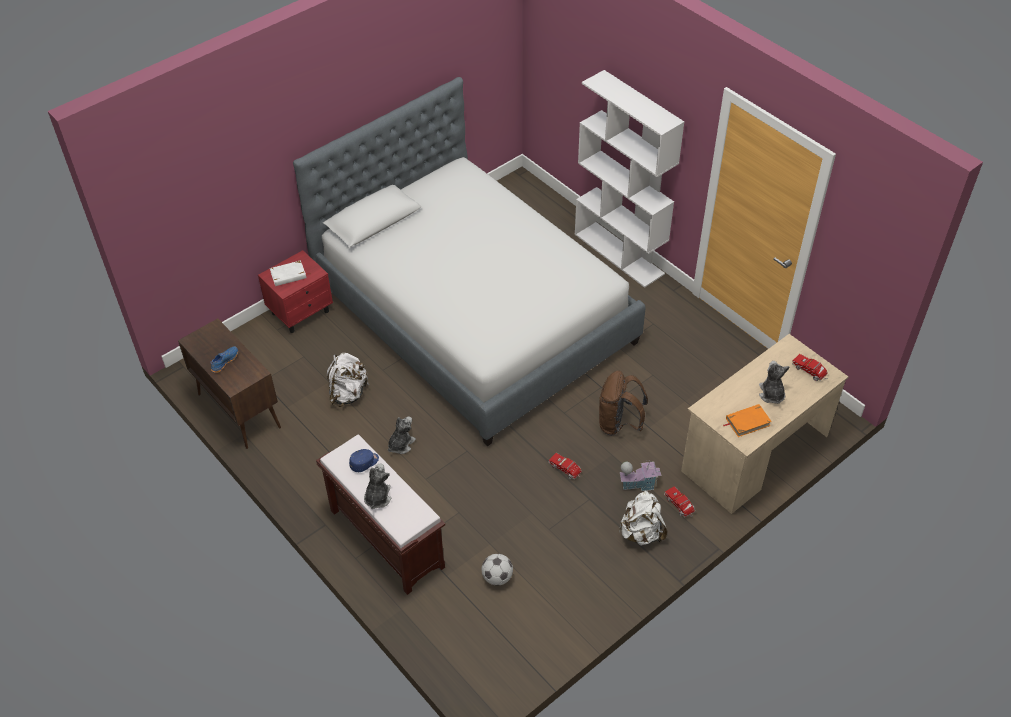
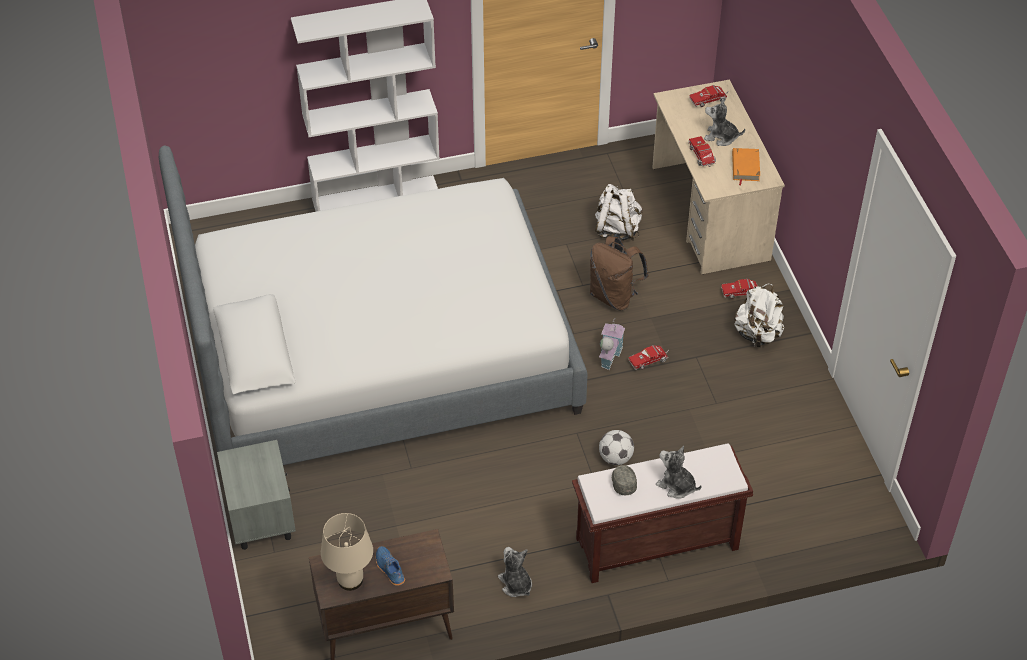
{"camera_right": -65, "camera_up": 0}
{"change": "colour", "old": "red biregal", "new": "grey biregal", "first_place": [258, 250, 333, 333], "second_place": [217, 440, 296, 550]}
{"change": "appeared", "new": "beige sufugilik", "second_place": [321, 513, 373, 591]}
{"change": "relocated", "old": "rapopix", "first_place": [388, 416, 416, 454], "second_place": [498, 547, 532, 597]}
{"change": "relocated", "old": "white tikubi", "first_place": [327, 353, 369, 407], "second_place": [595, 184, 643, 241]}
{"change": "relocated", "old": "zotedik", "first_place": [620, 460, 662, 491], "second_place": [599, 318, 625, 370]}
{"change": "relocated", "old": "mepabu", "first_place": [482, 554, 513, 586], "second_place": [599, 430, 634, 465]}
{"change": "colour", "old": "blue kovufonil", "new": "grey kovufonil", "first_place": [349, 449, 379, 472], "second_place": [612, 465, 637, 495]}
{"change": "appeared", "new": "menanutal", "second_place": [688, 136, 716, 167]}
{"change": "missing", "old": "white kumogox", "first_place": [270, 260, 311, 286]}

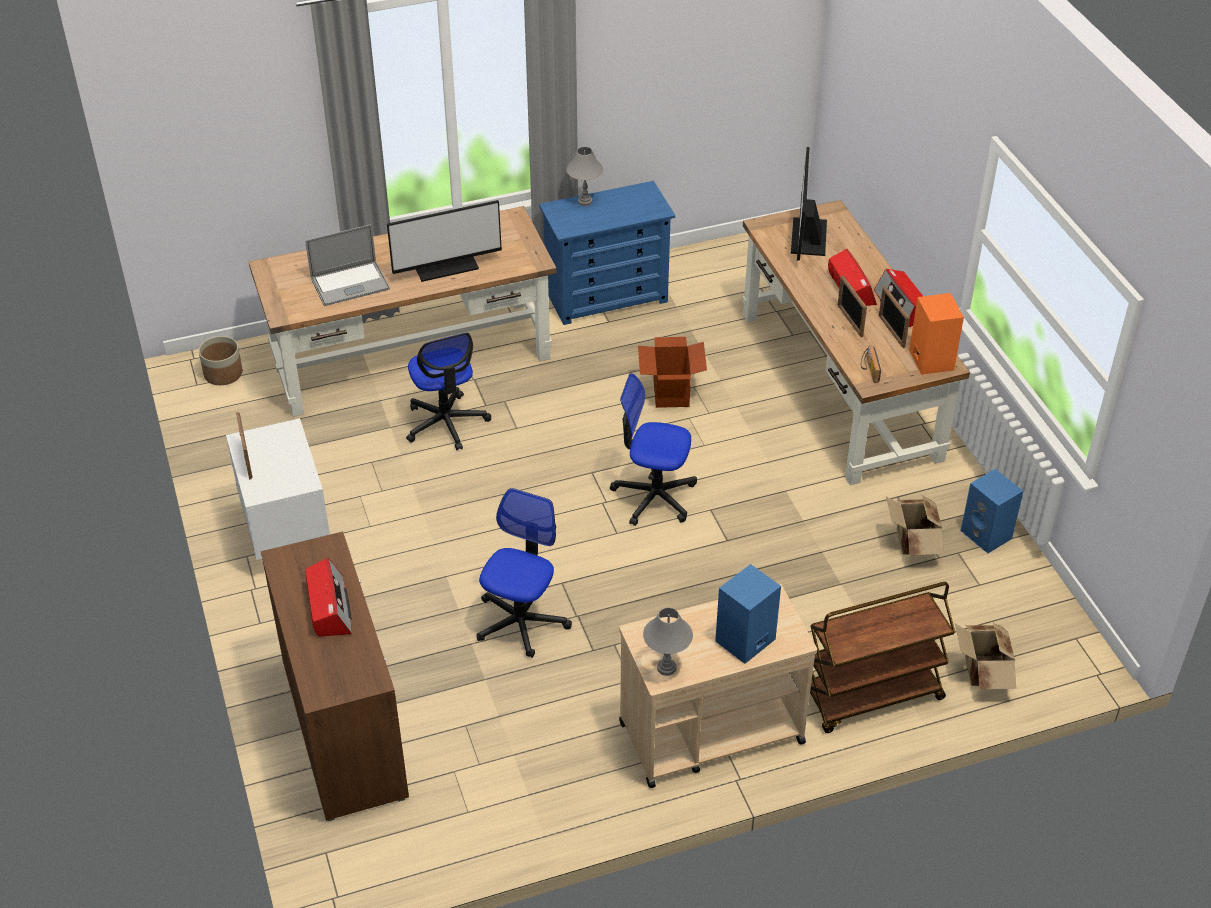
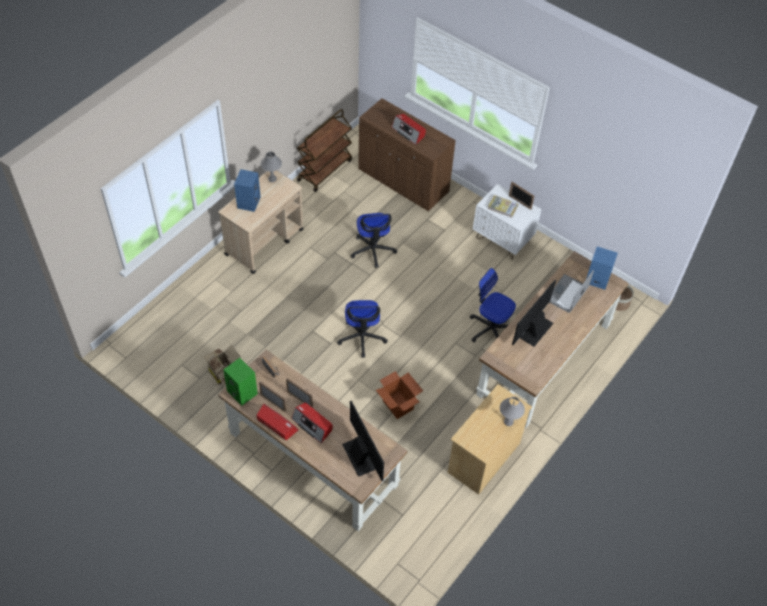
{"camera_right": 145, "camera_up": 10}
{"change": "colour", "old": "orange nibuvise", "new": "green nibuvise", "first_place": [909, 293, 964, 375], "second_place": [223, 358, 258, 406]}
{"change": "relocated", "old": "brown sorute", "first_place": [810, 582, 956, 733], "second_place": [297, 109, 352, 192]}
{"change": "spun", "old": "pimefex", "first_place": [610, 373, 697, 526], "second_place": [337, 300, 388, 358], "degrees": 105}
{"change": "colour", "old": "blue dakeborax", "new": "beige dakeborax", "first_place": [539, 181, 675, 325], "second_place": [447, 384, 532, 495]}
{"change": "appeared", "new": "kumogox", "second_place": [488, 195, 518, 218]}
{"change": "relocated", "old": "blue nibuvise", "first_place": [961, 469, 1023, 553], "second_place": [586, 246, 618, 290]}
{"change": "missing", "old": "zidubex", "first_place": [955, 623, 1016, 689]}

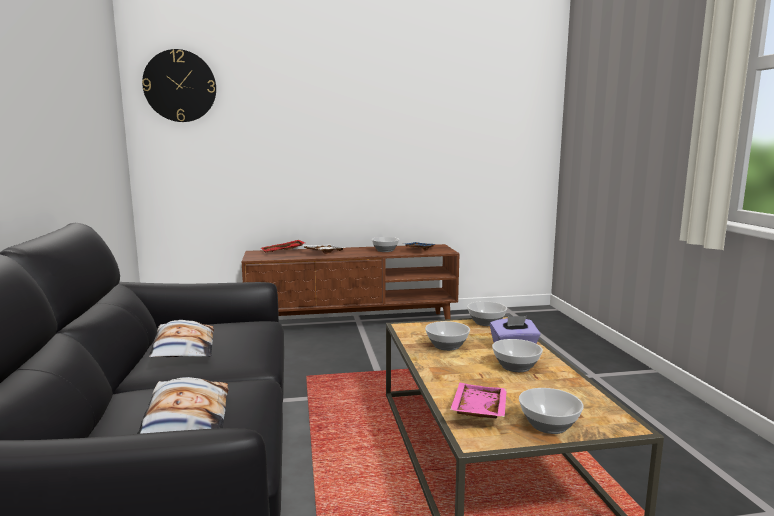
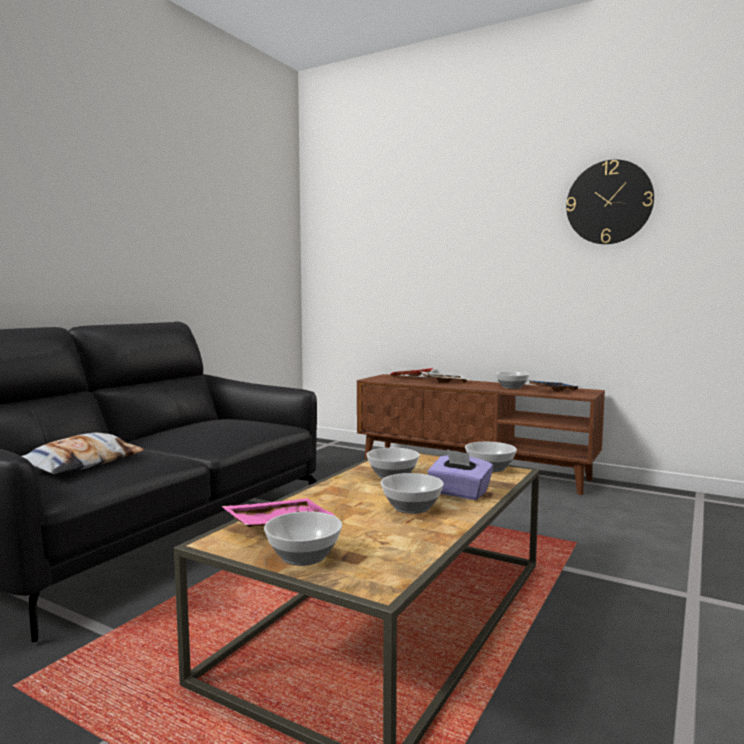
{"camera_right": 40, "camera_up": -5}
{"change": "relocated", "old": "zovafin", "first_place": [142, 49, 216, 122], "second_place": [566, 159, 654, 244]}
{"change": "missing", "old": "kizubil", "first_place": [149, 320, 214, 357]}

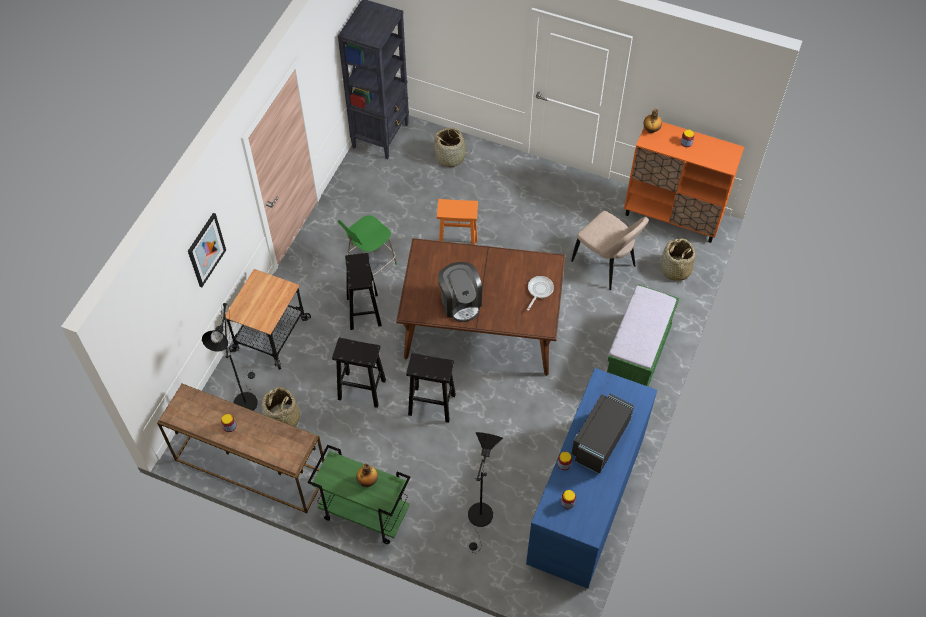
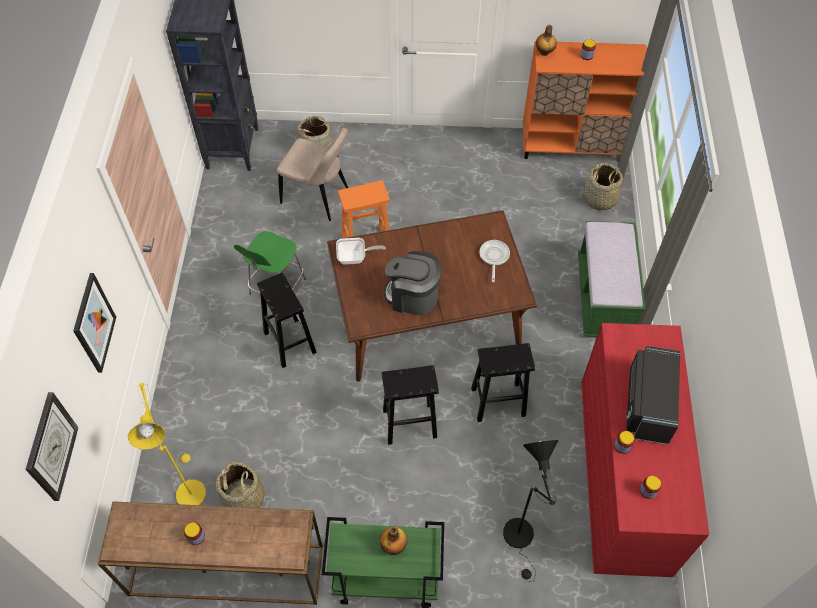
{"camera_right": -20, "camera_up": 0}
{"change": "appeared", "new": "zovafin", "second_place": [26, 392, 79, 501]}
{"change": "colour", "old": "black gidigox", "new": "yellow gidigox", "first_place": [202, 303, 258, 411], "second_place": [128, 383, 206, 505]}
{"change": "relocated", "old": "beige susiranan", "first_place": [571, 211, 649, 290], "second_place": [277, 128, 348, 221]}
{"change": "appeared", "new": "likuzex", "second_place": [336, 238, 386, 265]}
{"change": "spun", "old": "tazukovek", "first_place": [438, 262, 482, 322], "second_place": [384, 251, 441, 315], "degrees": 150}
{"change": "relocated", "old": "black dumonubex", "first_place": [332, 338, 386, 408], "second_place": [471, 343, 535, 422]}
{"change": "colour", "old": "blue dakeborax", "new": "red dakeborax", "first_place": [526, 368, 657, 589], "second_place": [581, 323, 709, 577]}
{"change": "missing", "old": "sorute", "first_place": [225, 269, 311, 370]}

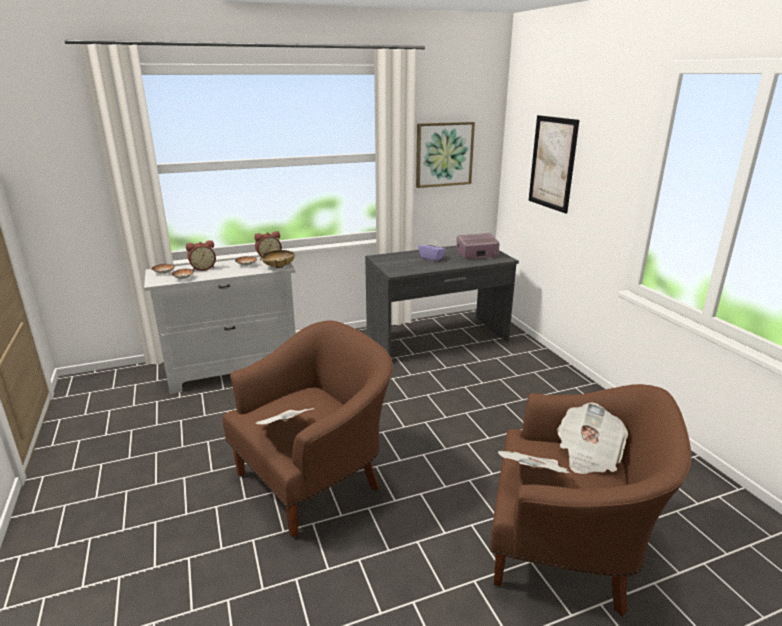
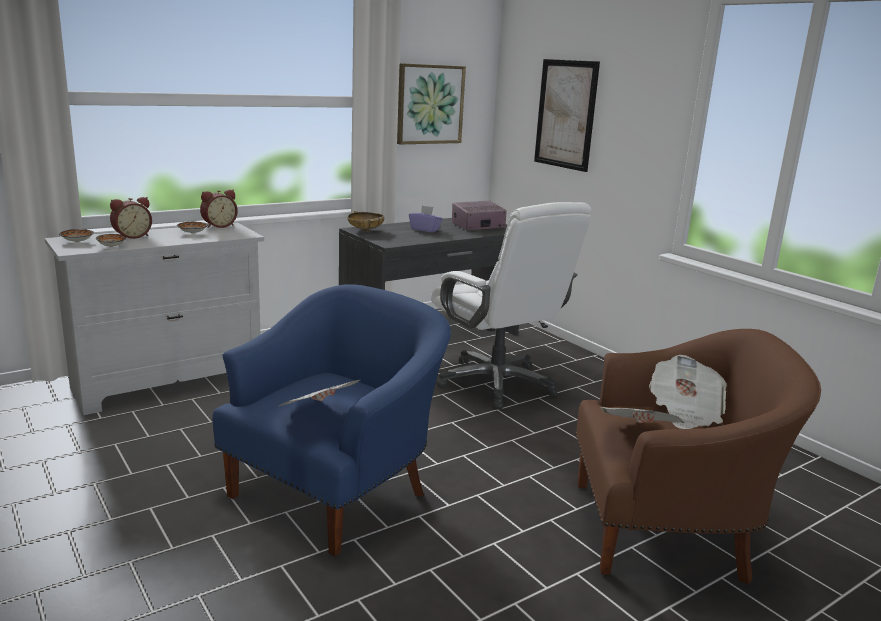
{"camera_right": -15, "camera_up": -5}
{"change": "colour", "old": "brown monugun", "new": "blue monugun", "first_place": [223, 321, 393, 537], "second_place": [212, 284, 451, 556]}
{"change": "relocated", "old": "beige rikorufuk", "first_place": [261, 249, 295, 268], "second_place": [347, 211, 384, 232]}
{"change": "appeared", "new": "white pimefex", "second_place": [431, 202, 591, 410]}

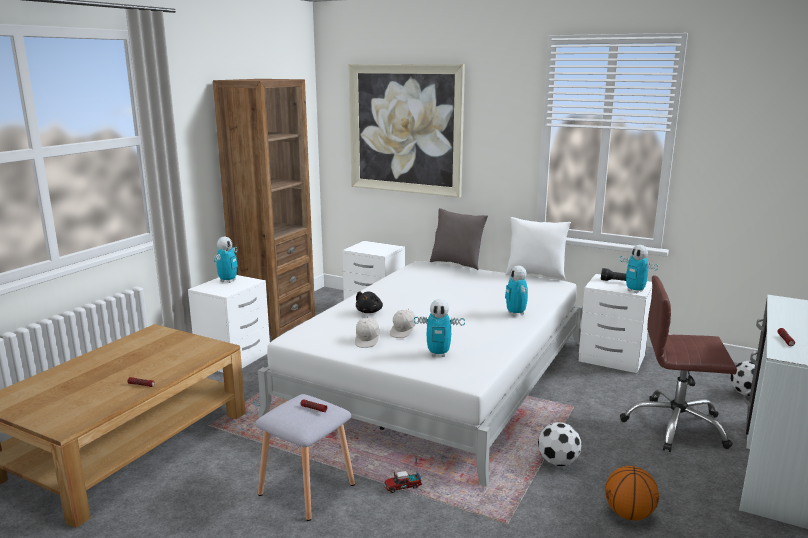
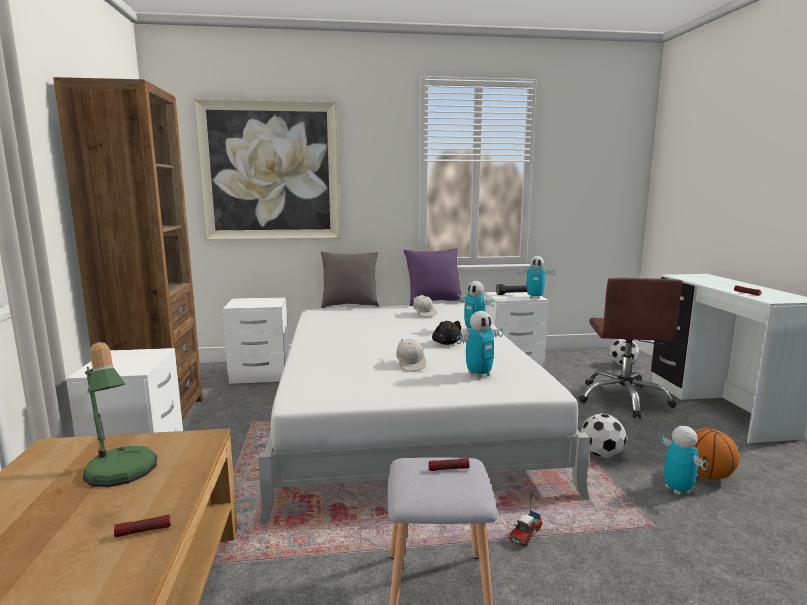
{"camera_right": -35, "camera_up": -5}
{"change": "appeared", "new": "sufugilik", "second_place": [83, 342, 157, 487]}
{"change": "colour", "old": "white kizubil", "new": "purple kizubil", "first_place": [505, 217, 571, 280], "second_place": [403, 248, 464, 306]}
{"change": "relocated", "old": "white kovufonil", "first_place": [355, 316, 380, 348], "second_place": [412, 295, 437, 317]}
{"change": "relocated", "old": "black rapopix", "first_place": [356, 291, 383, 313], "second_place": [432, 321, 462, 345]}
{"change": "spun", "old": "brown pimefex", "first_place": [620, 275, 737, 452], "second_place": [579, 278, 683, 419], "degrees": -60}
{"change": "relocated", "old": "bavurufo", "first_place": [214, 237, 238, 283], "second_place": [660, 426, 708, 495]}

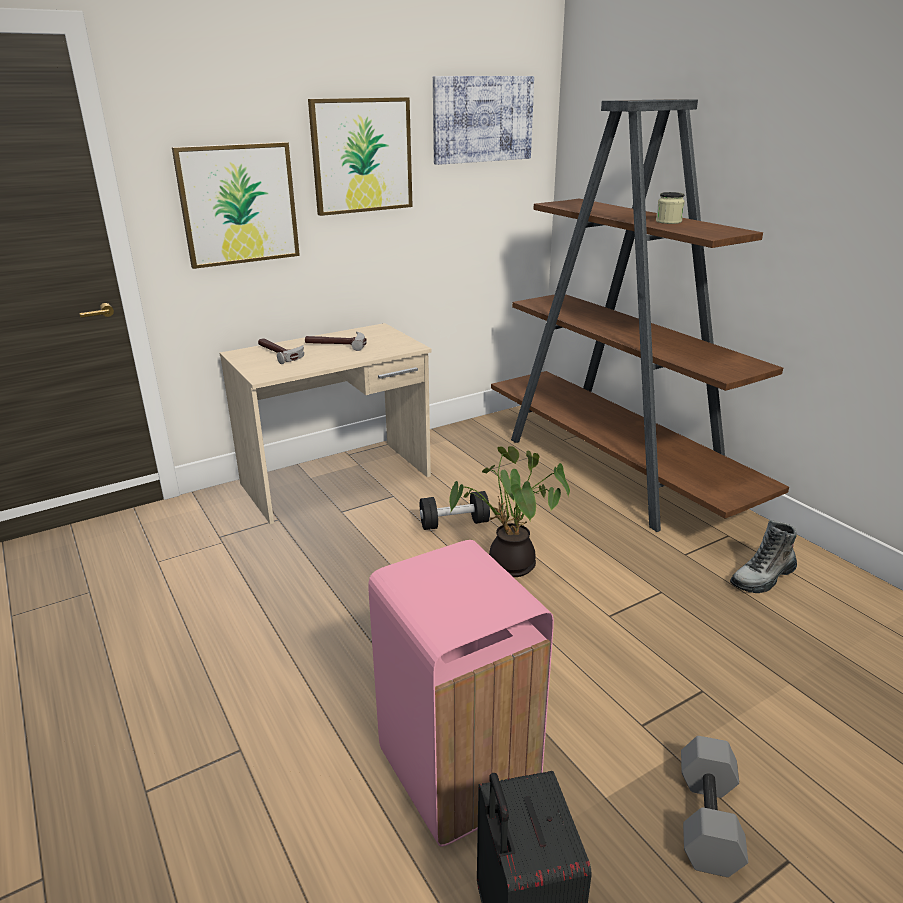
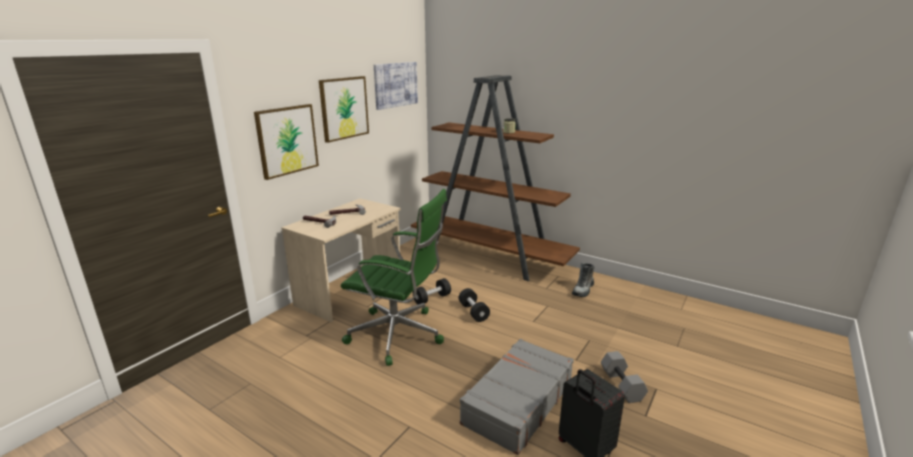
{"camera_right": -25, "camera_up": -5}
{"change": "appeared", "new": "green pimefex", "second_place": [341, 189, 447, 366]}
{"change": "exchanged", "old": "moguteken", "new": "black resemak", "first_place": [449, 446, 570, 577], "second_place": [459, 288, 490, 322]}
{"change": "exchanged", "old": "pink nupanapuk", "new": "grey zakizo", "first_place": [369, 540, 554, 847], "second_place": [460, 339, 574, 455]}

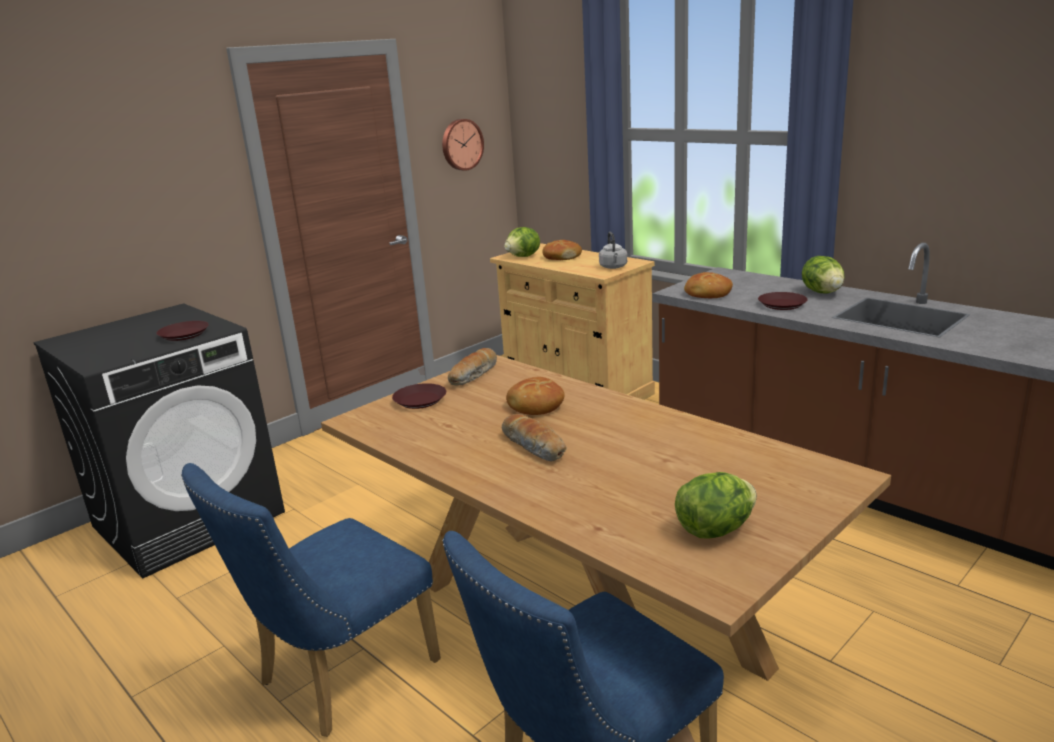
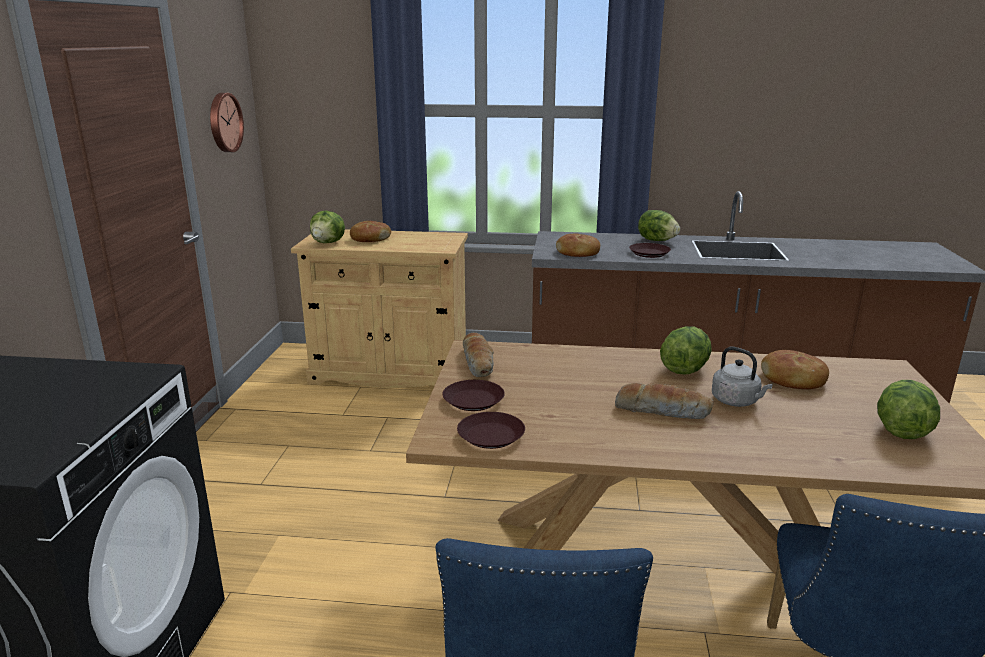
{"camera_right": -40, "camera_up": 0}
{"change": "relocated", "old": "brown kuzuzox", "first_place": [156, 321, 209, 341], "second_place": [457, 412, 525, 449]}
{"change": "appeared", "new": "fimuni", "second_place": [660, 326, 712, 374]}
{"change": "relocated", "old": "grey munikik", "first_place": [599, 232, 627, 269], "second_place": [712, 347, 773, 407]}
{"change": "relocated", "old": "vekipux", "first_place": [506, 377, 565, 415], "second_place": [761, 350, 829, 389]}

